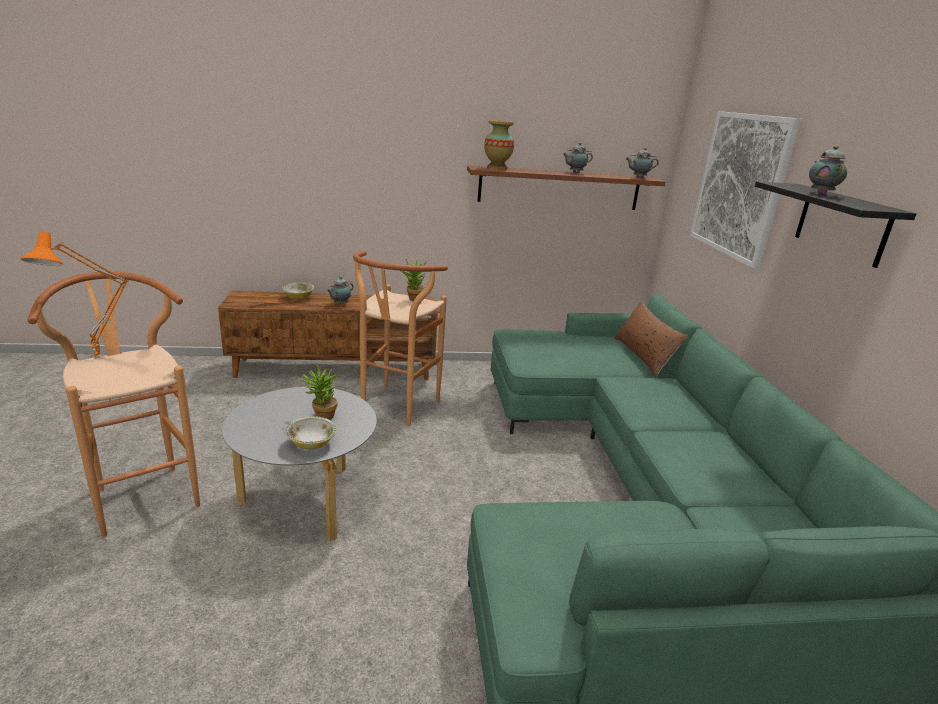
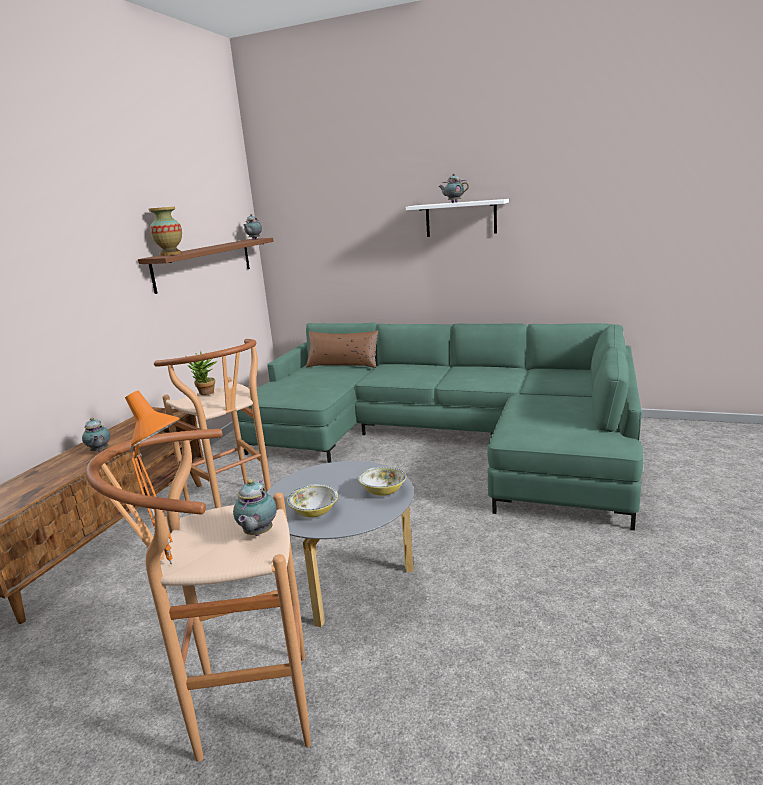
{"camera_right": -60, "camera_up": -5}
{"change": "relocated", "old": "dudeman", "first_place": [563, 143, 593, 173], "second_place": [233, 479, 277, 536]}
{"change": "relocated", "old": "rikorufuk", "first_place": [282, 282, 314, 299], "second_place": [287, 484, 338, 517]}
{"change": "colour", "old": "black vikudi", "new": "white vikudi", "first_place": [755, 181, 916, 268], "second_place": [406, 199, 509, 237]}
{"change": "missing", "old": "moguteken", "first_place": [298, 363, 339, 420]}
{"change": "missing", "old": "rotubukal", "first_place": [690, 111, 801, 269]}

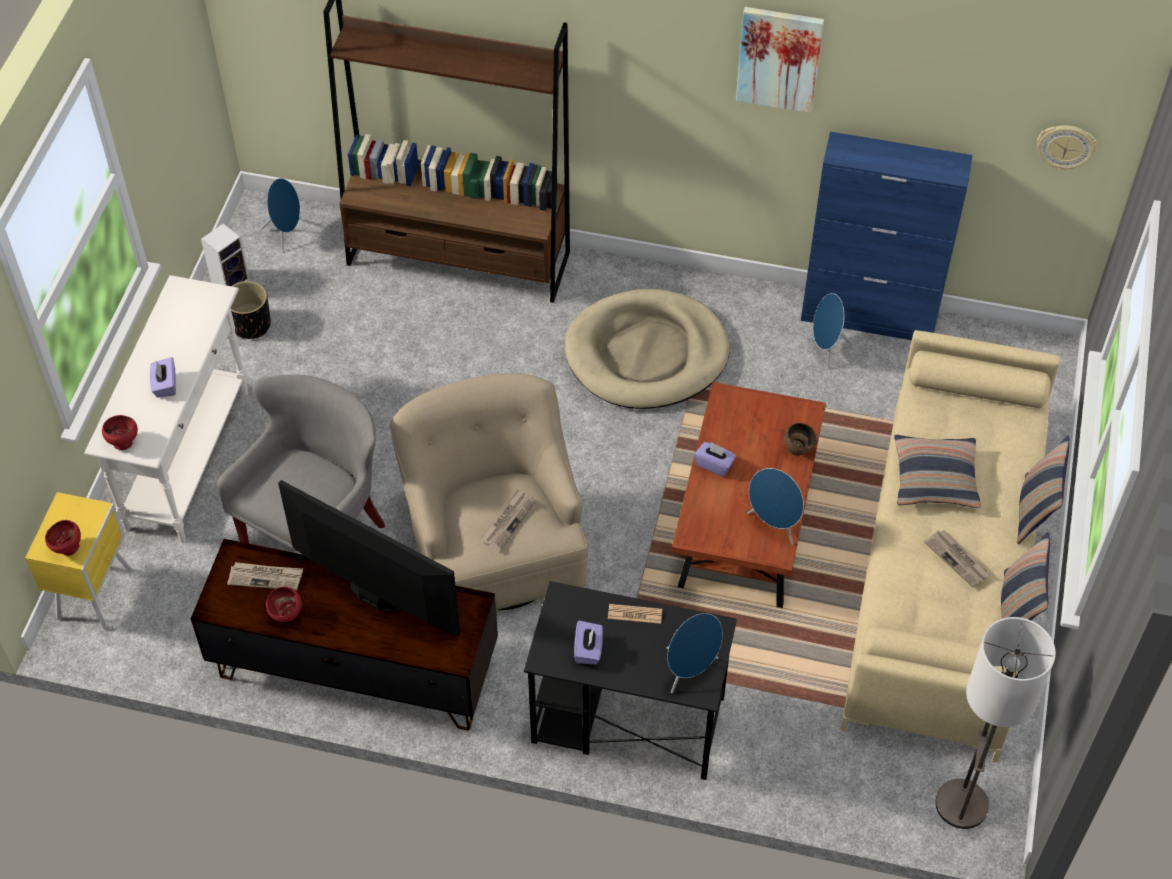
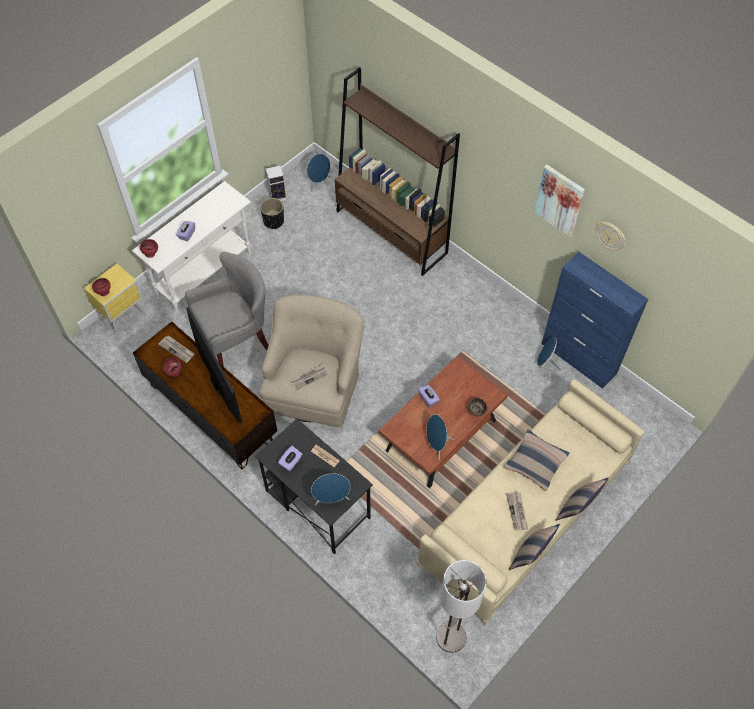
{"camera_right": 30, "camera_up": 5}
{"change": "relocated", "old": "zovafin", "first_place": [1037, 125, 1097, 170], "second_place": [596, 221, 626, 251]}
{"change": "missing", "old": "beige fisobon", "first_place": [565, 289, 730, 409]}

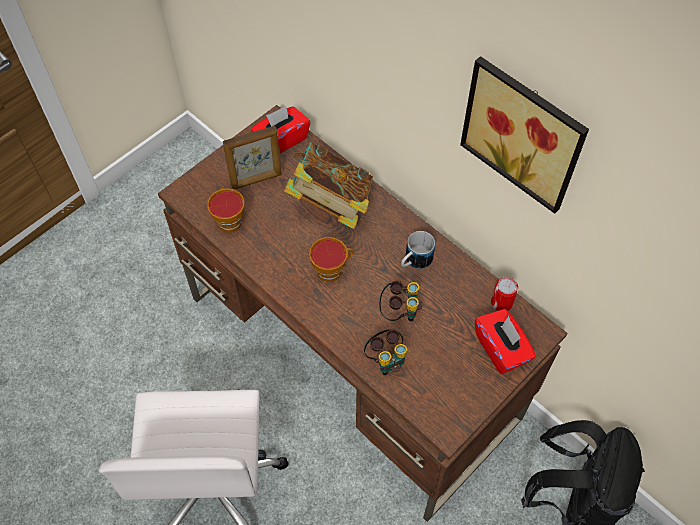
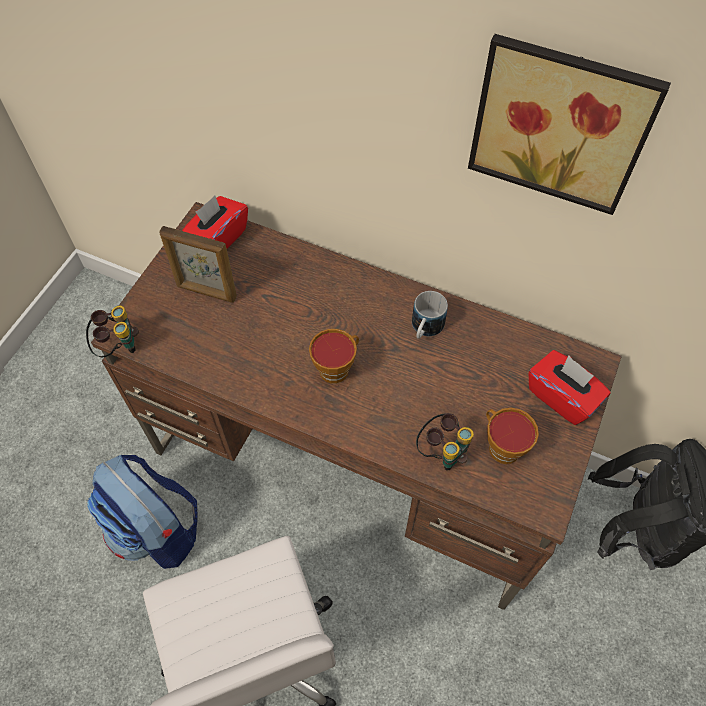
{"camera_right": -20, "camera_up": 0}
{"change": "relocated", "old": "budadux", "first_place": [379, 281, 423, 321], "second_place": [86, 306, 139, 357]}
{"change": "appeared", "new": "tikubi", "second_place": [87, 455, 198, 569]}
{"change": "spun", "old": "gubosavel", "first_place": [223, 126, 282, 190], "second_place": [159, 226, 237, 303], "degrees": 60}
{"change": "relocated", "old": "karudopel", "first_place": [207, 188, 245, 233], "second_place": [486, 408, 539, 464]}
{"change": "missing", "old": "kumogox", "first_place": [284, 142, 373, 229]}
{"change": "missing", "old": "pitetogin", "first_place": [491, 277, 518, 311]}

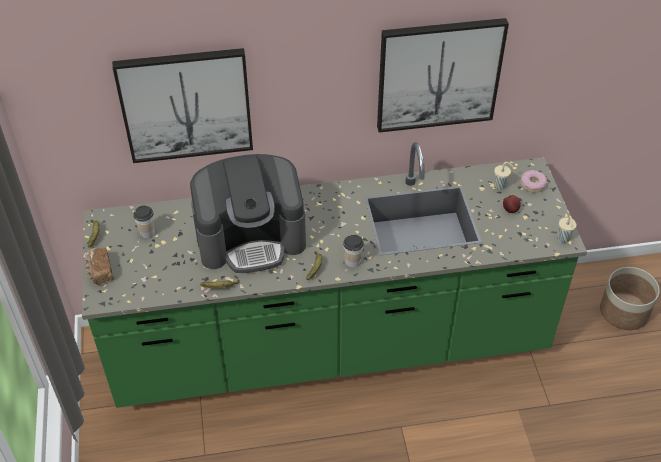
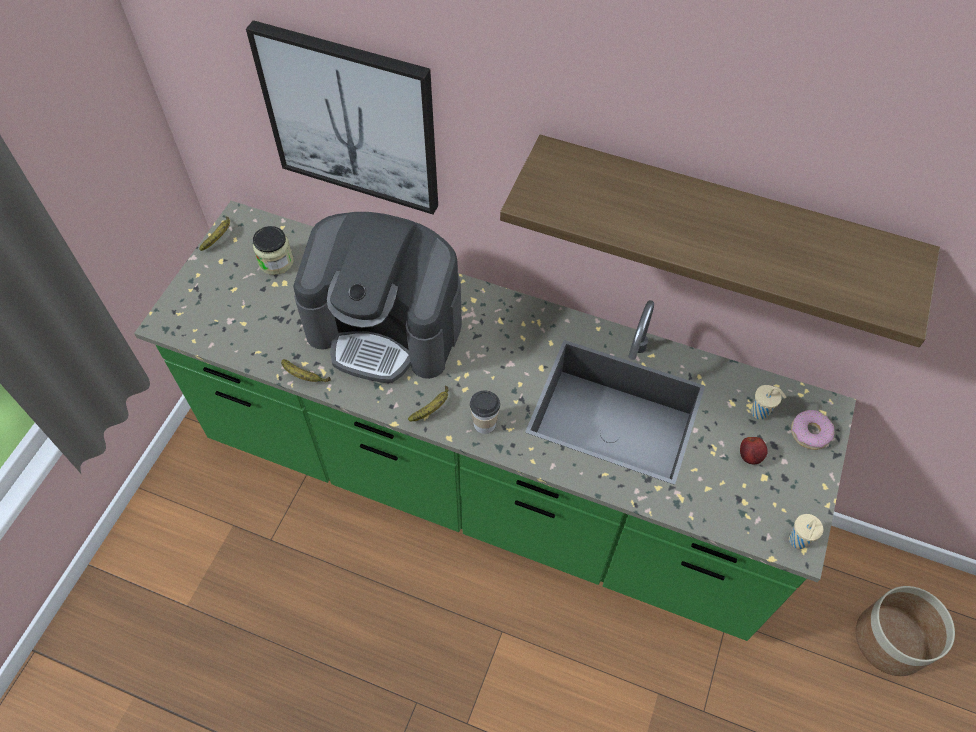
{"camera_right": 30, "camera_up": 10}
{"change": "exchanged", "old": "karudopel", "new": "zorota", "first_place": [133, 206, 155, 238], "second_place": [253, 226, 294, 275]}
{"change": "exchanged", "old": "rotubukal", "new": "vikudi", "first_place": [377, 18, 509, 133], "second_place": [500, 134, 940, 347]}
{"change": "missing", "old": "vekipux", "first_place": [85, 248, 113, 285]}

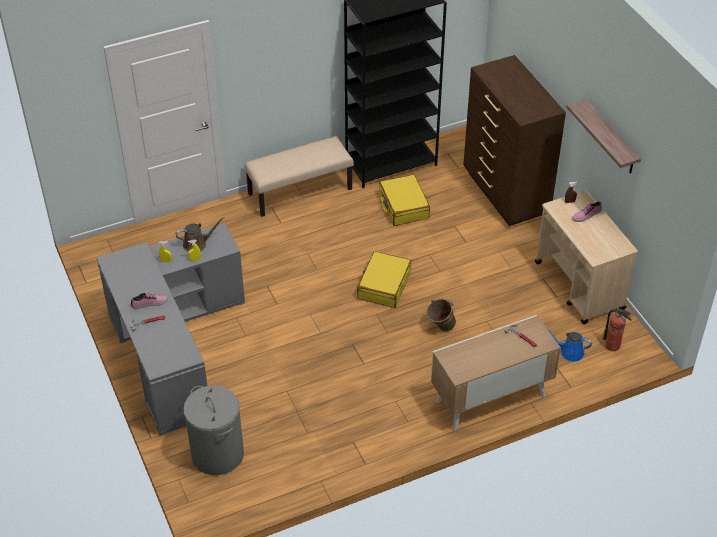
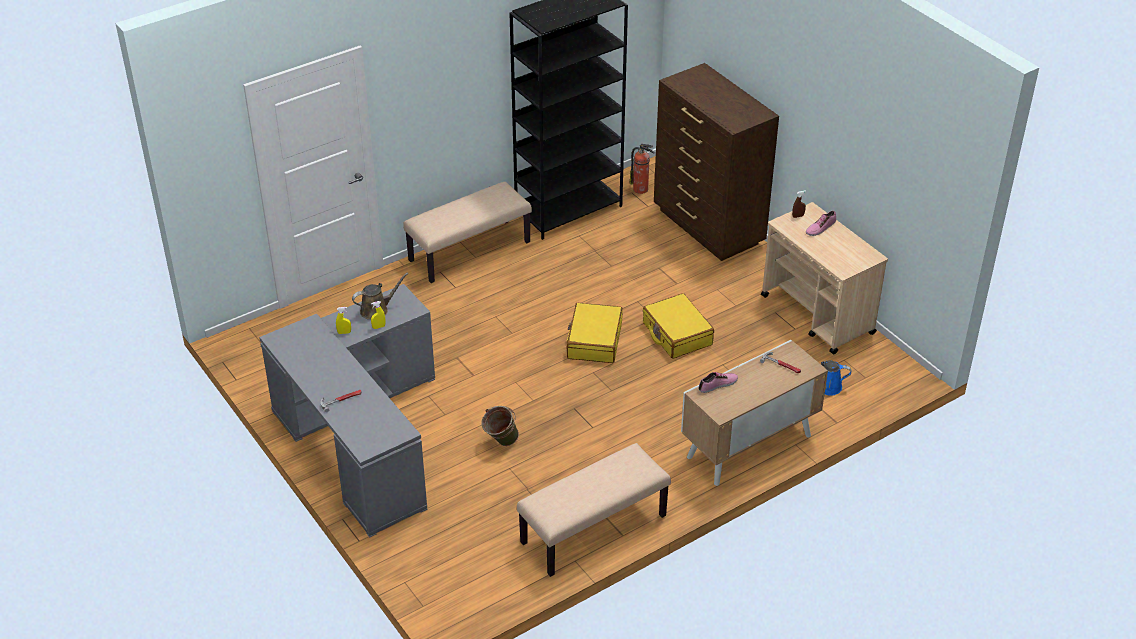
{"camera_right": -10, "camera_up": -5}
{"change": "relocated", "old": "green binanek", "first_place": [427, 298, 456, 331], "second_place": [482, 406, 519, 446]}
{"change": "appeared", "new": "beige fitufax", "second_place": [517, 443, 671, 577]}
{"change": "relocated", "old": "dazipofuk", "first_place": [602, 309, 632, 351], "second_place": [629, 144, 655, 194]}
{"change": "relocated", "old": "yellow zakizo", "first_place": [379, 174, 430, 226], "second_place": [643, 293, 714, 359]}
{"change": "relocated", "old": "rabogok", "first_place": [131, 293, 168, 309], "second_place": [698, 372, 738, 393]}
{"change": "missing", "old": "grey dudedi", "first_place": [183, 385, 244, 475]}
{"change": "missing", "old": "vikudi", "first_place": [566, 99, 641, 173]}

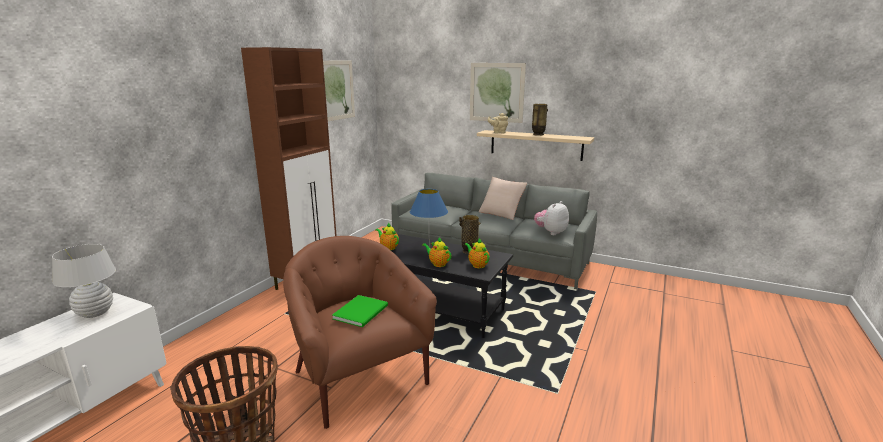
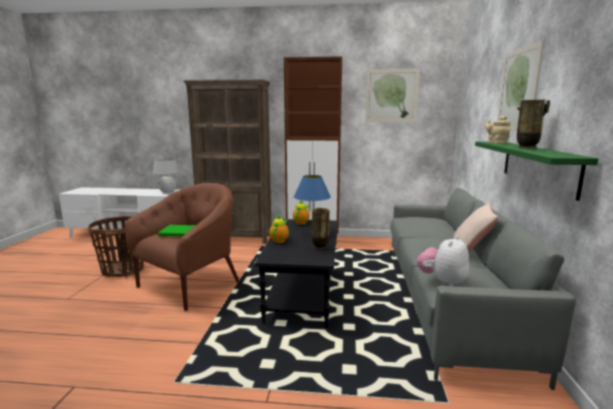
{"camera_right": 70, "camera_up": -5}
{"change": "appeared", "new": "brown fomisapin", "second_place": [183, 79, 271, 244]}
{"change": "spun", "old": "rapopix", "first_place": [534, 201, 569, 235], "second_place": [417, 235, 469, 286], "degrees": -75}
{"change": "colour", "old": "beige vikudi", "new": "green vikudi", "first_place": [477, 130, 594, 161], "second_place": [475, 141, 598, 201]}
{"change": "missing", "old": "dudeman", "first_place": [465, 238, 490, 268]}

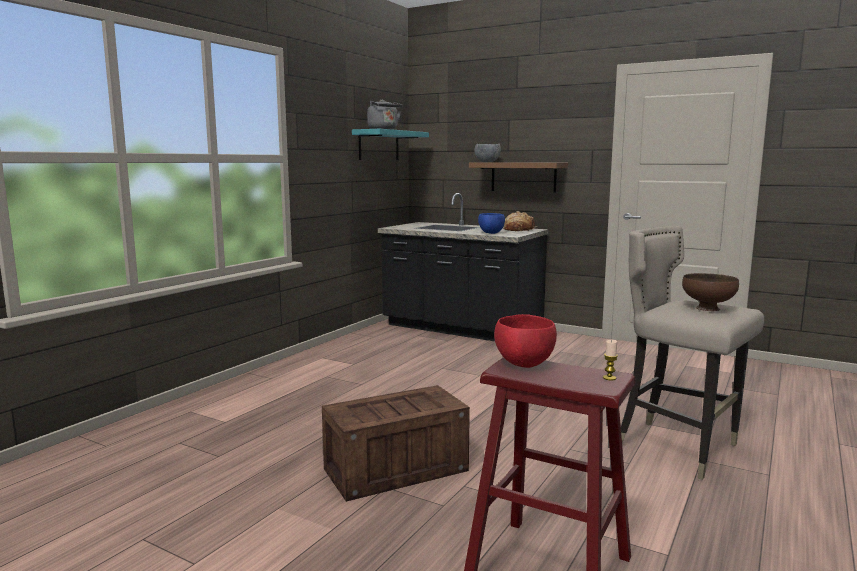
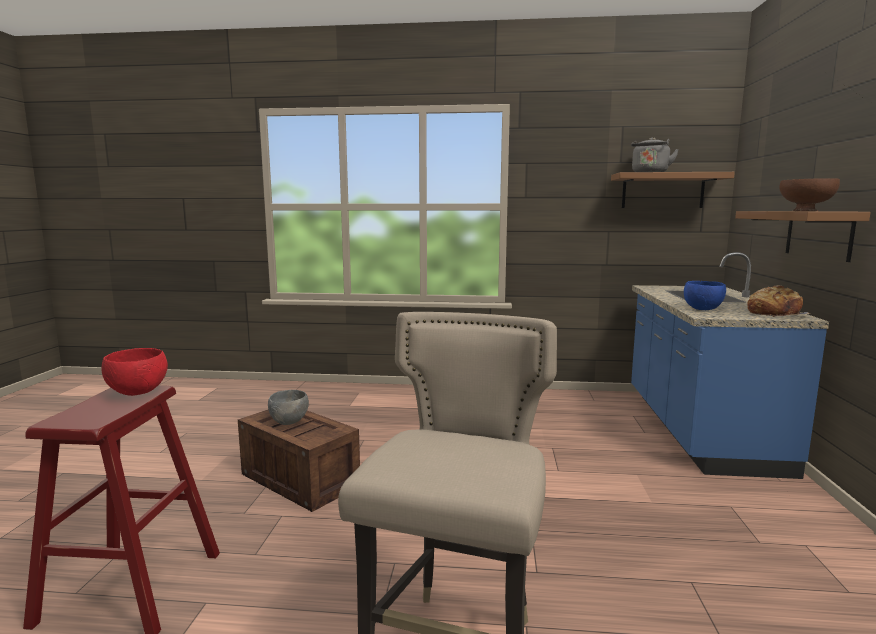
{"camera_right": 65, "camera_up": 0}
{"change": "relocated", "old": "grey rikorufuk", "first_place": [474, 144, 501, 162], "second_place": [268, 390, 309, 425]}
{"change": "colour", "old": "turquoise vikudi", "new": "brown vikudi", "first_place": [352, 129, 429, 160], "second_place": [611, 172, 735, 208]}
{"change": "colour", "old": "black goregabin", "new": "blue goregabin", "first_place": [378, 193, 548, 341], "second_place": [631, 252, 829, 479]}
{"change": "relocated", "old": "brown rikorufuk", "first_place": [682, 273, 739, 311], "second_place": [779, 178, 840, 211]}
{"change": "missing", "old": "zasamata", "first_place": [603, 340, 618, 381]}

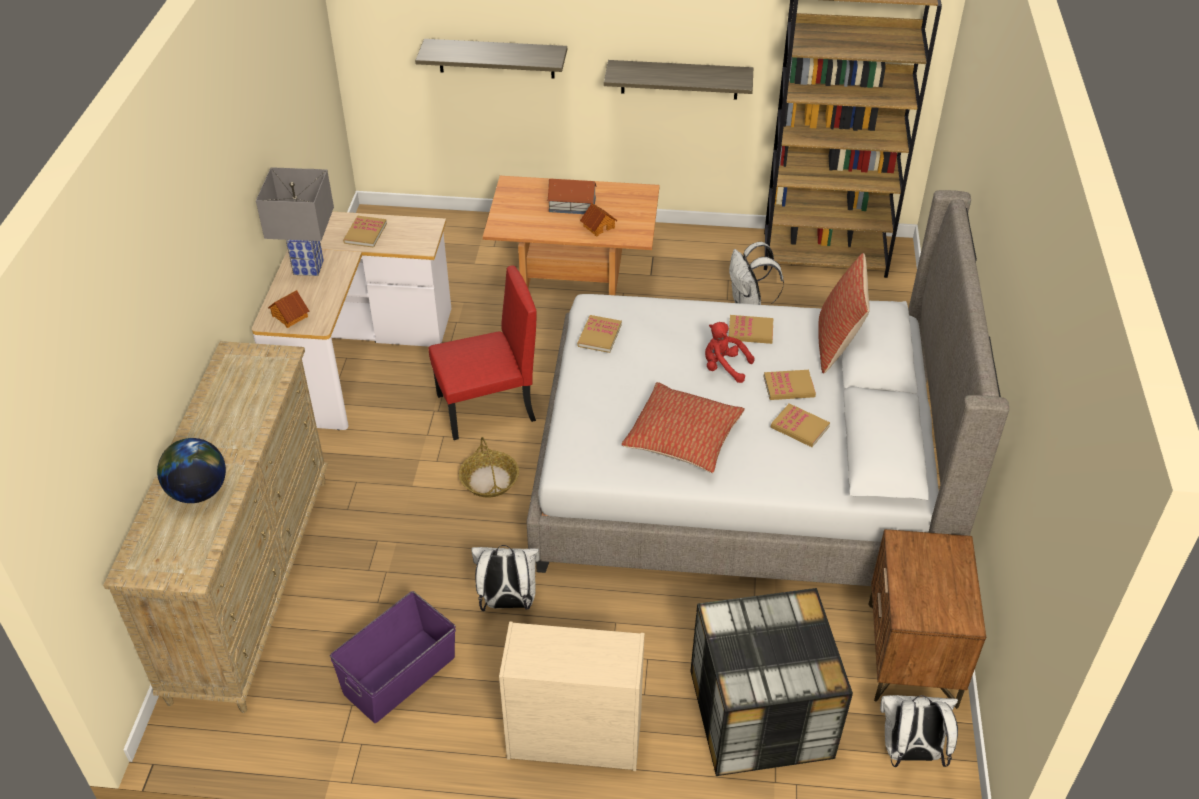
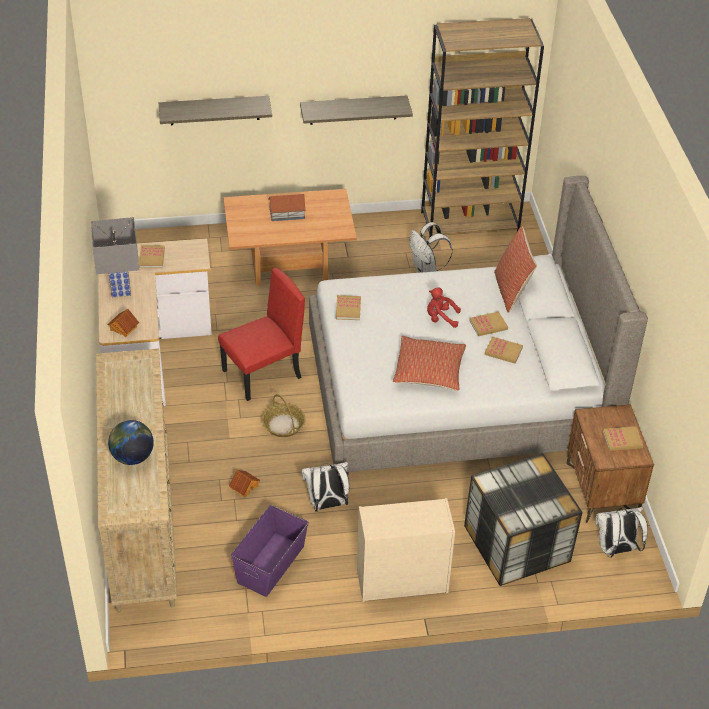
{"camera_right": -15, "camera_up": 0}
{"change": "relocated", "old": "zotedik", "first_place": [580, 203, 618, 236], "second_place": [229, 470, 260, 498]}
{"change": "relocated", "old": "kumogox", "first_place": [729, 315, 773, 344], "second_place": [603, 426, 643, 451]}

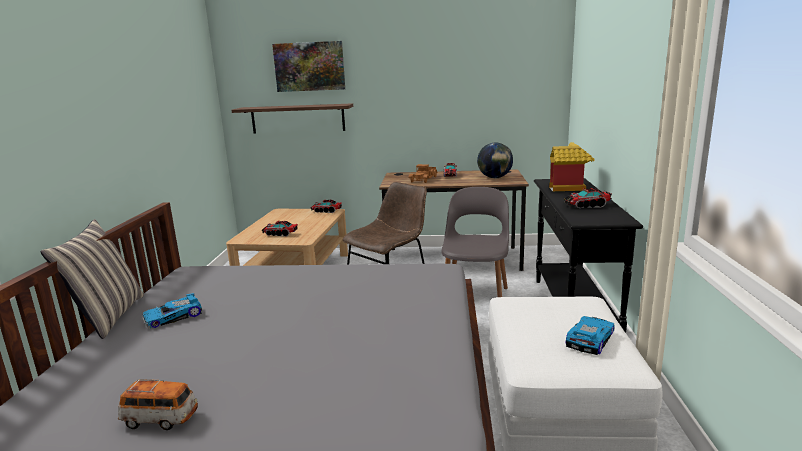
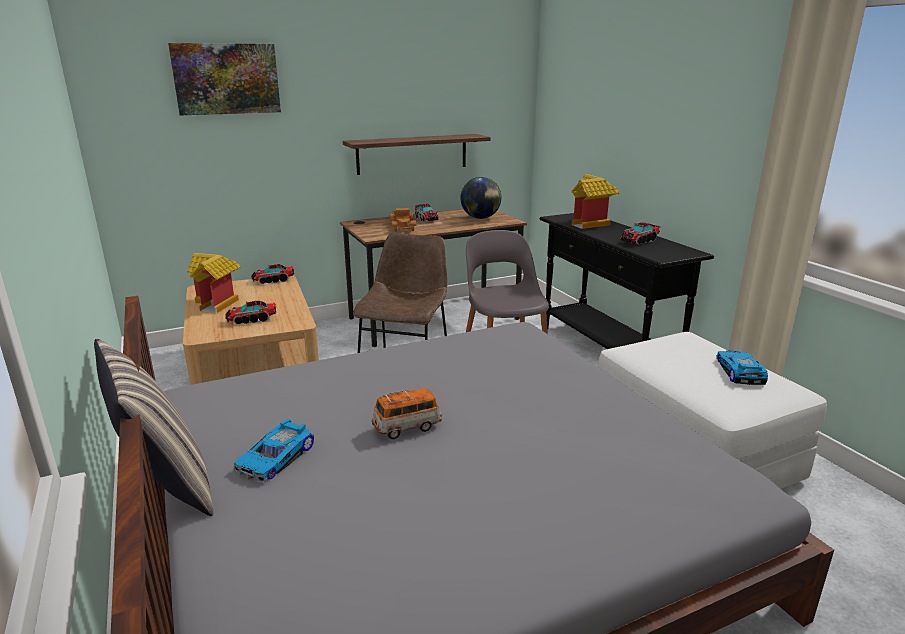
{"camera_right": -30, "camera_up": 5}
{"change": "appeared", "new": "zotedik", "second_place": [187, 253, 241, 313]}
{"change": "relocated", "old": "vikudi", "first_place": [231, 103, 353, 134], "second_place": [343, 134, 491, 175]}
{"change": "relocated", "old": "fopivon", "first_place": [118, 379, 198, 430], "second_place": [372, 389, 442, 439]}

